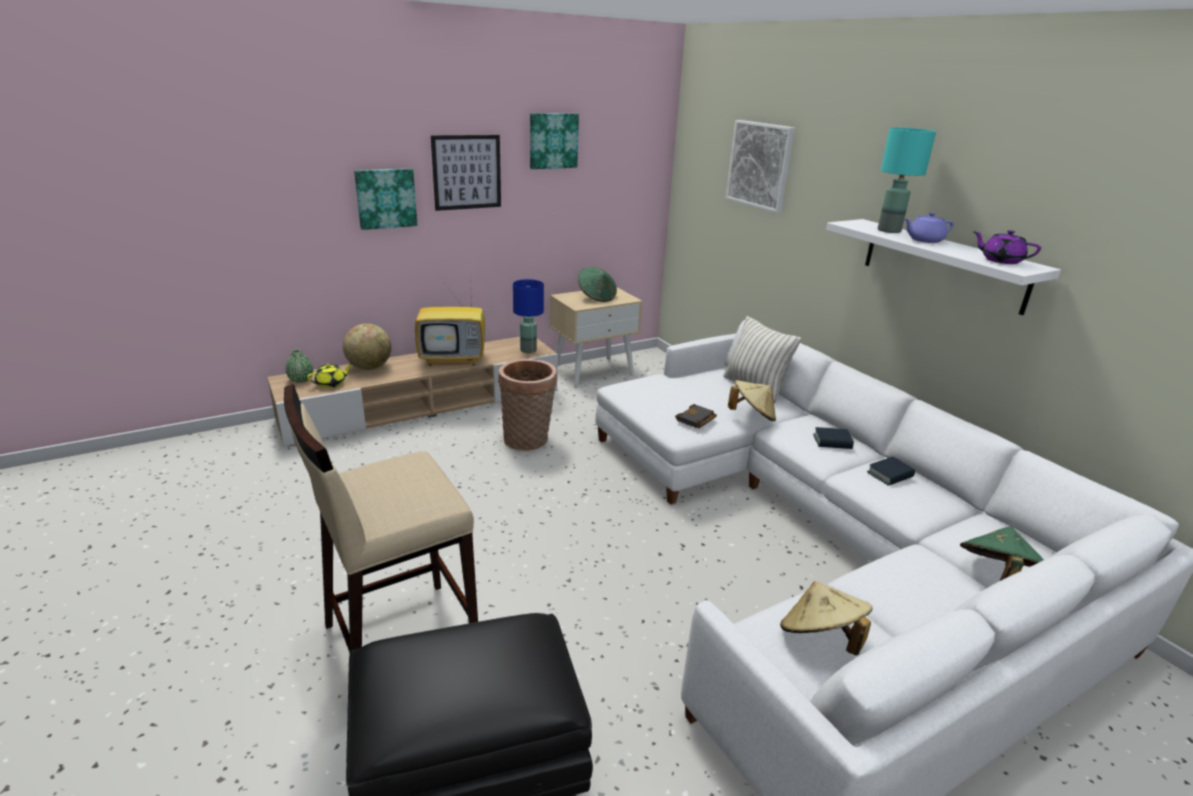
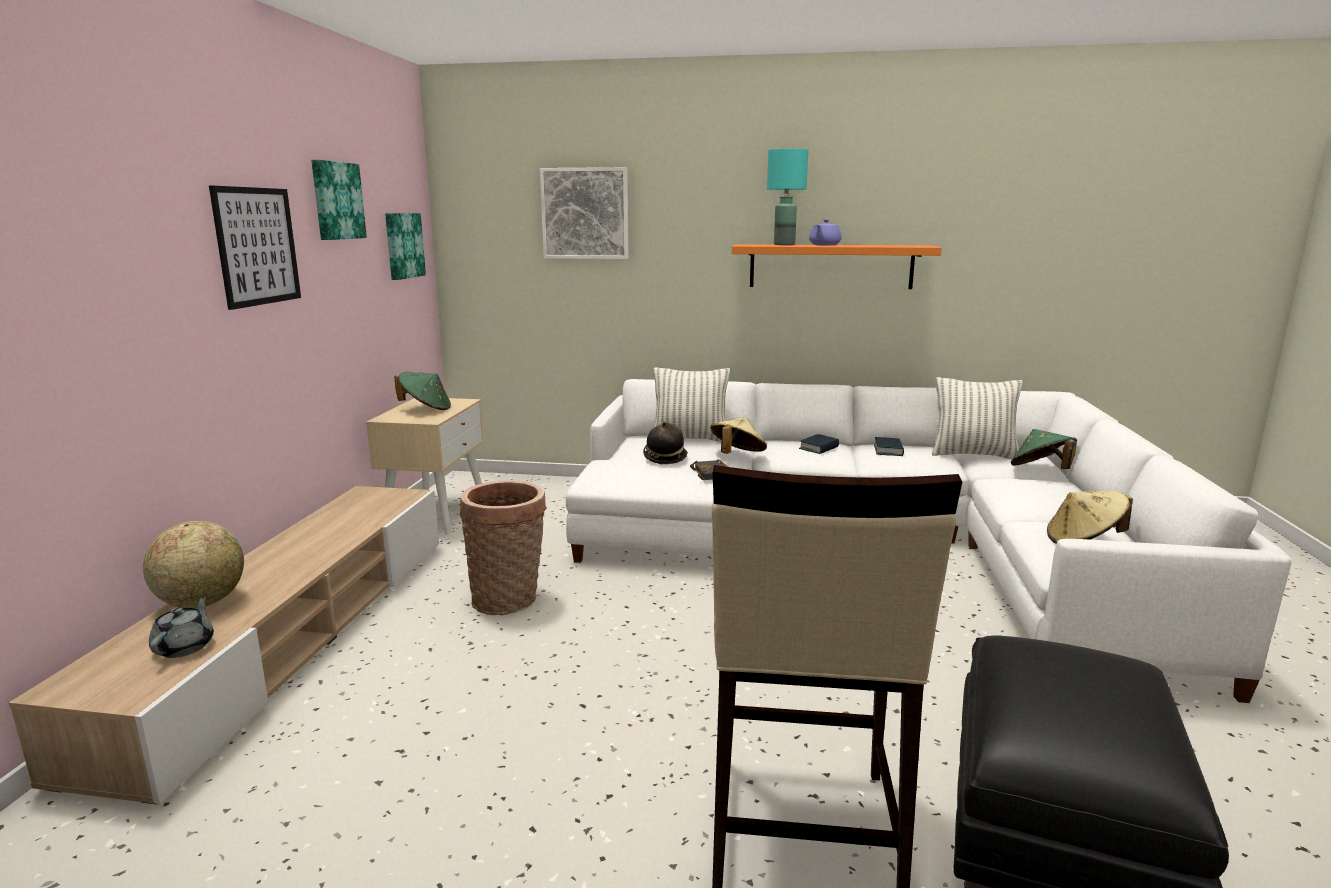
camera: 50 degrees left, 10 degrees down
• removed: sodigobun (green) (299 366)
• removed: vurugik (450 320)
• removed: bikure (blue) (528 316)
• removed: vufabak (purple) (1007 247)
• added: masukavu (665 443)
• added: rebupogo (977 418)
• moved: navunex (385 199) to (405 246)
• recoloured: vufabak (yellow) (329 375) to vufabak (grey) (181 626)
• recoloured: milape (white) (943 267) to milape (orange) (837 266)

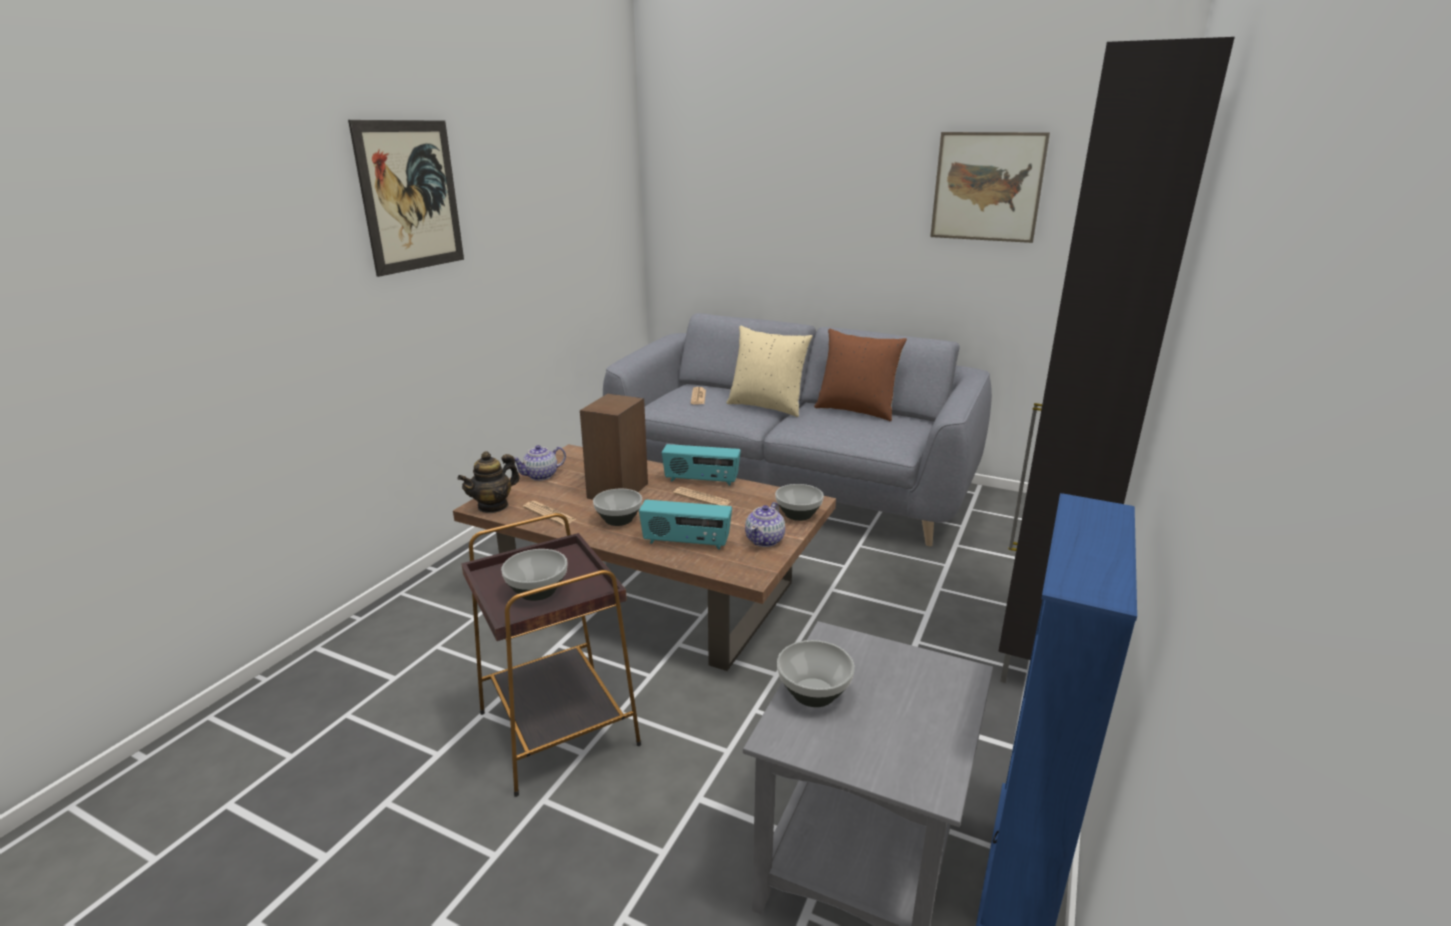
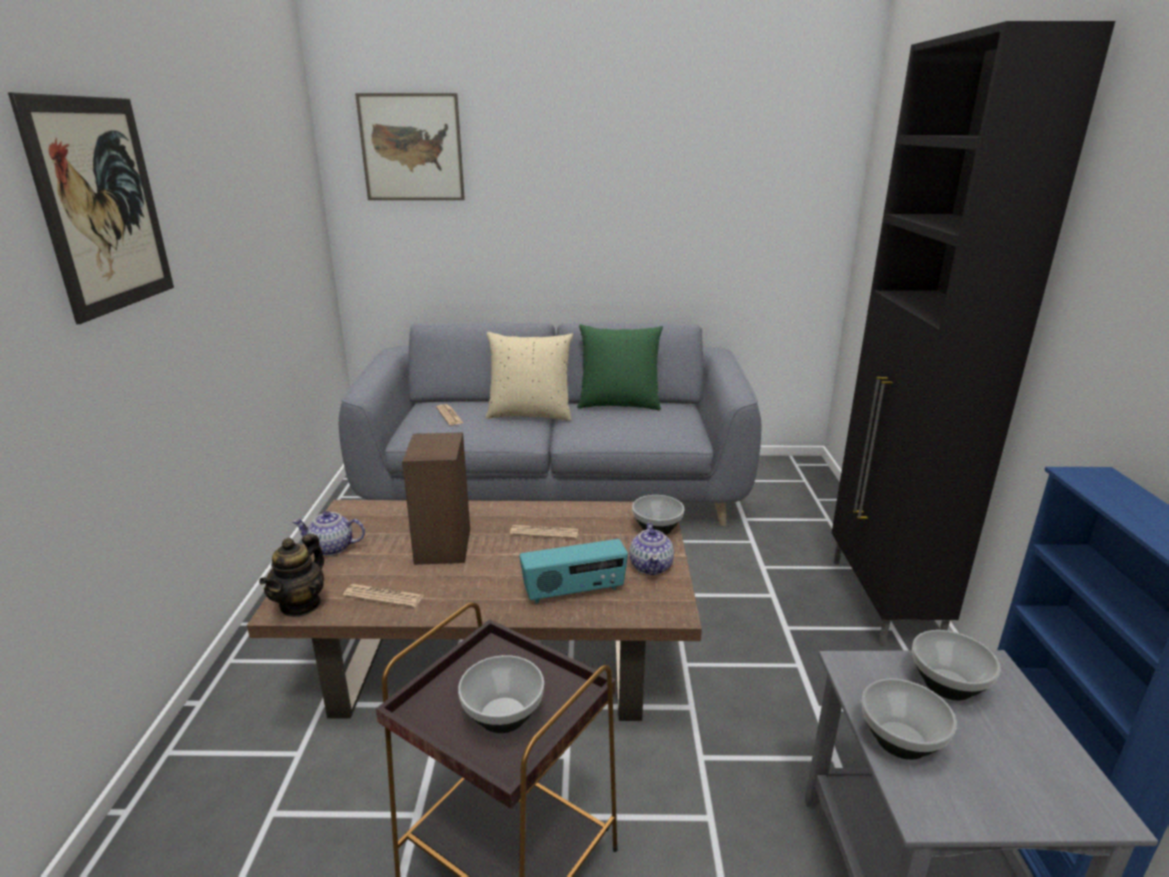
camera: 25 degrees left, 0 degrees up
• removed: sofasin (701 465)
• moved: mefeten (617 507) to (956 665)
• moved: navunex (990 187) to (410 146)
• recoloured: rebupogo (brown) (860 375) to rebupogo (green) (620 367)
• turned: vufabak (540 463) = (328 533) 60 degrees clockwise

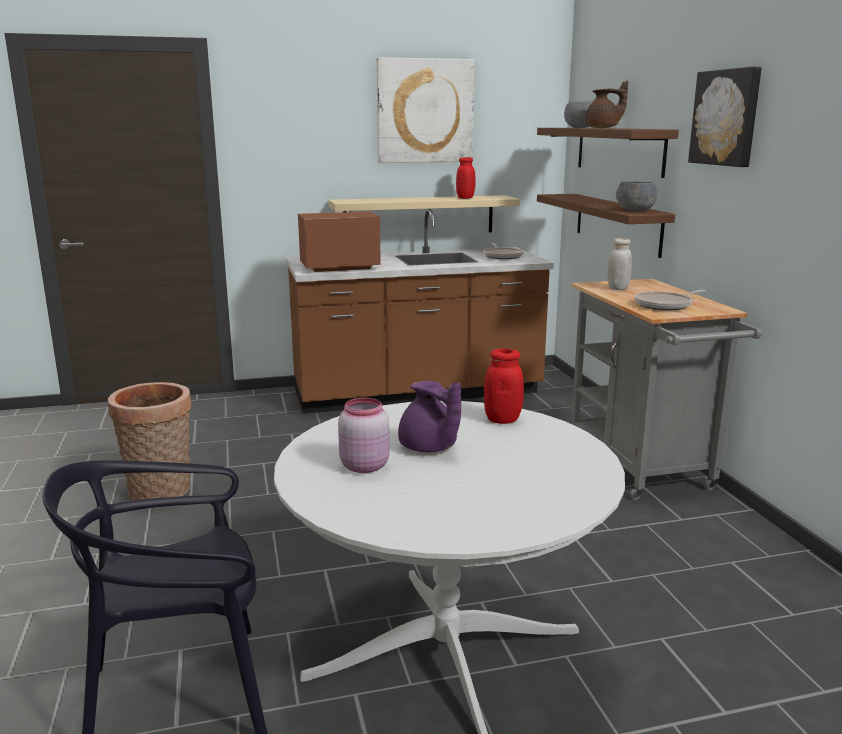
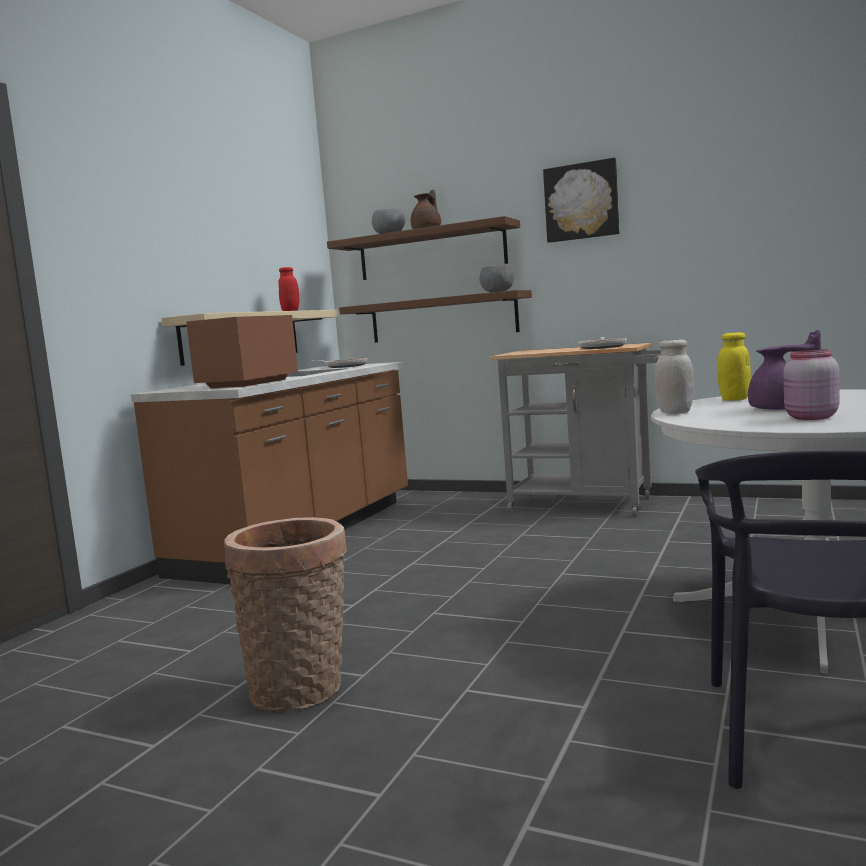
camera: 50 degrees left, 10 degrees down
• removed: navunex (425 110)
• moved: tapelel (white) (619 264) to (674 376)
• recoloured: tapelel (red) (504 386) to tapelel (yellow) (734 366)

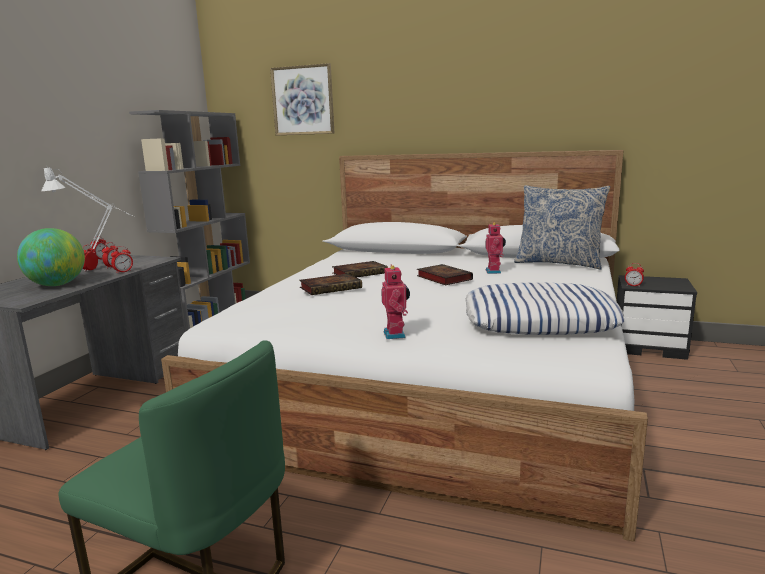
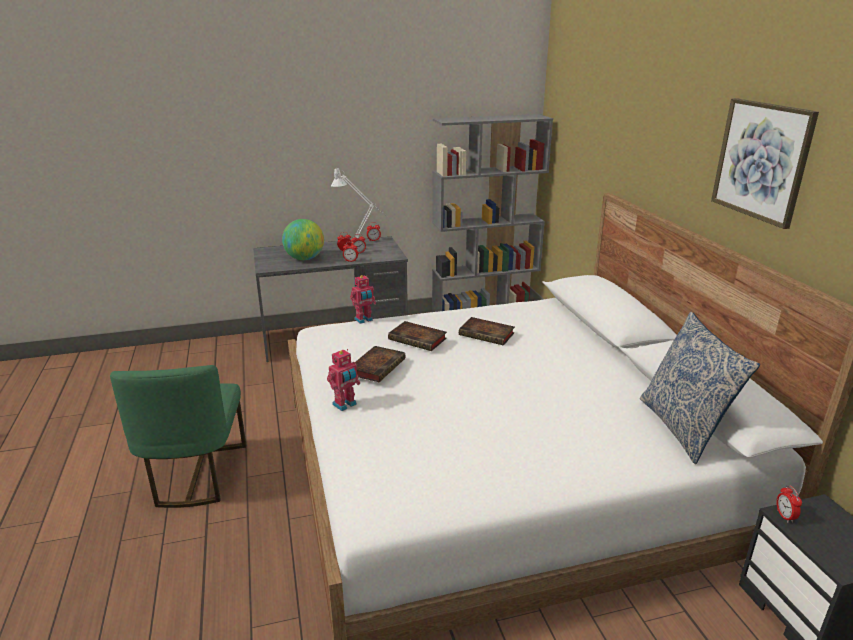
camera: 55 degrees right, 10 degrees up
• removed: rebupogo (545 309)
• moved: navunex (302 99) to (765 163)
• moved: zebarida (445 274) to (380 364)
• moved: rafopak (496 248) to (363 299)

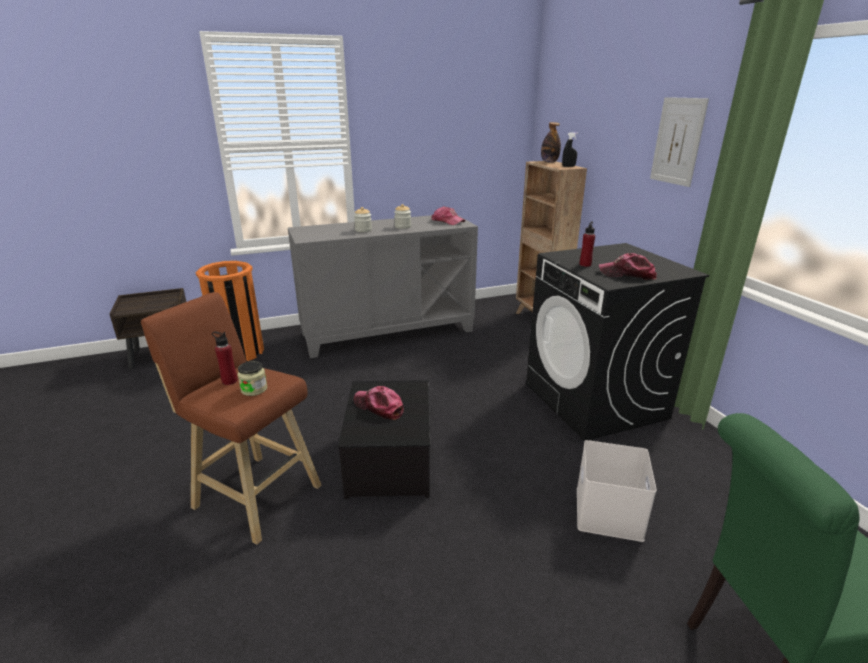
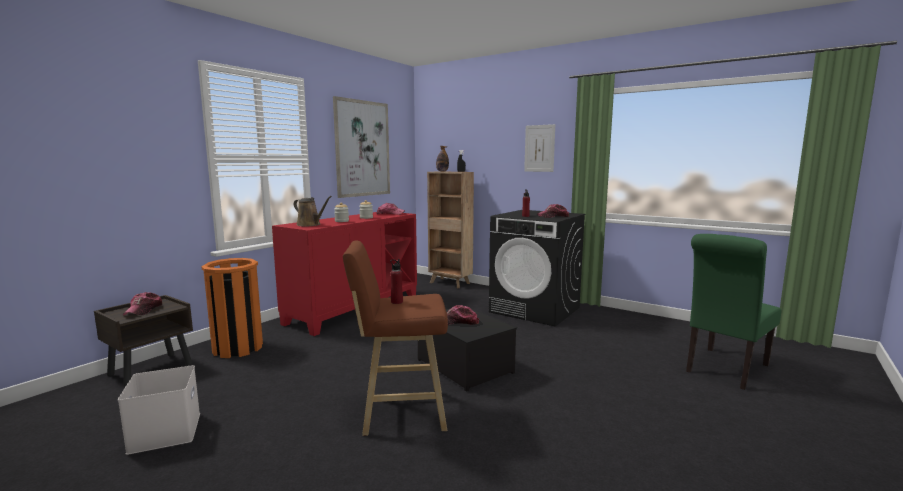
camera: 35 degrees left, 15 degrees down
• removed: tapelel (252 378)
• added: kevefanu (143 303)
• added: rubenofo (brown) (313 211)
• added: navunex (361 147)
• moved: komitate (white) (617 491) to (159 410)
• recoloured: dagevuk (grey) (383 286) to dagevuk (red) (344 274)

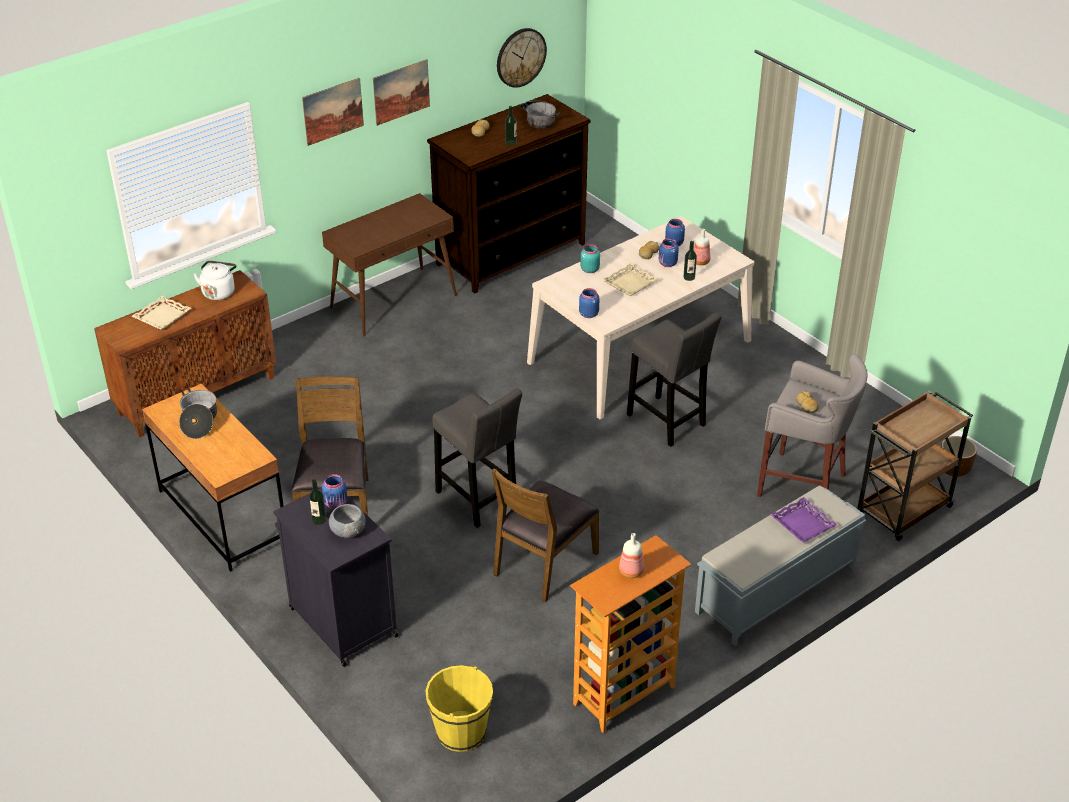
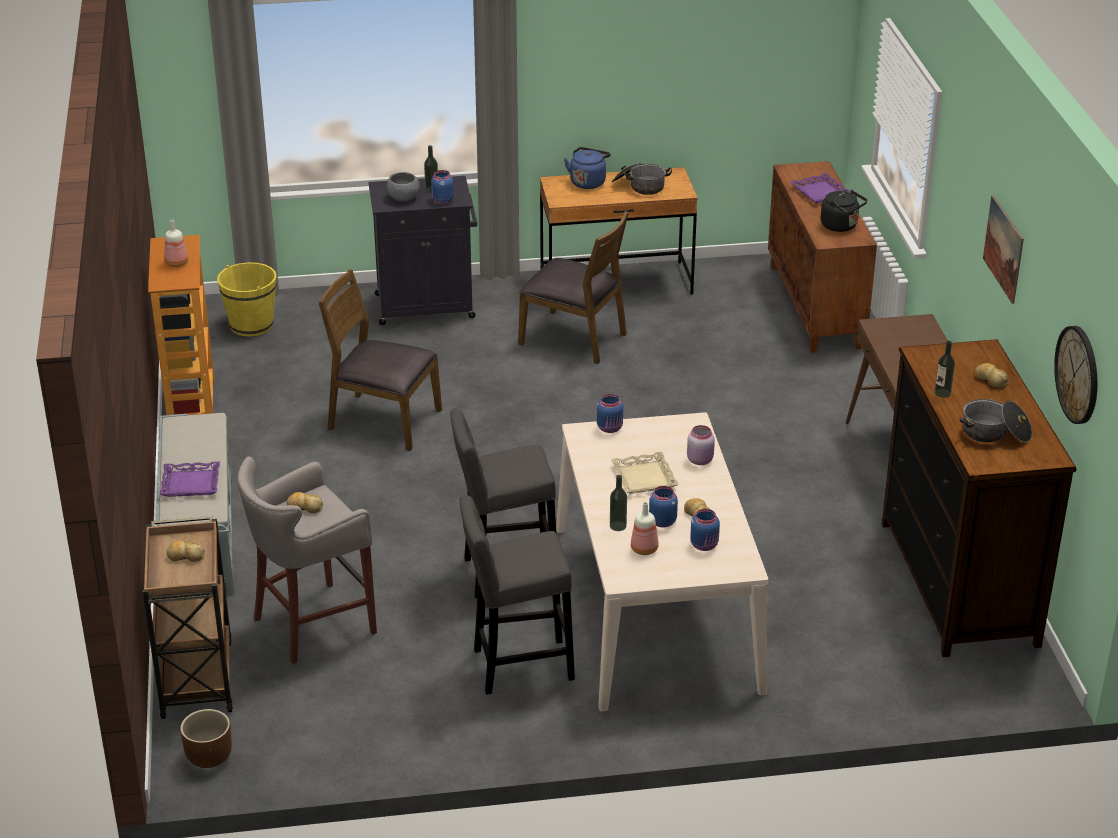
camera: 120 degrees right, 5 degrees down
• removed: navunex (333 112)
• added: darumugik (185 551)
• added: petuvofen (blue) (587 168)
• moved: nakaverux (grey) (477 458) to (517 595)
• recoloured: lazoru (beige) (161 312) to lazoru (purple) (820 188)
• recoloured: petuvofen (white) (214 280) to petuvofen (black) (844 211)
• recoloured: tapelel (turquoise) (590 258) to tapelel (pink) (701 445)
• turned: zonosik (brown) (546 535) = (380 360) 45 degrees counterclockwise

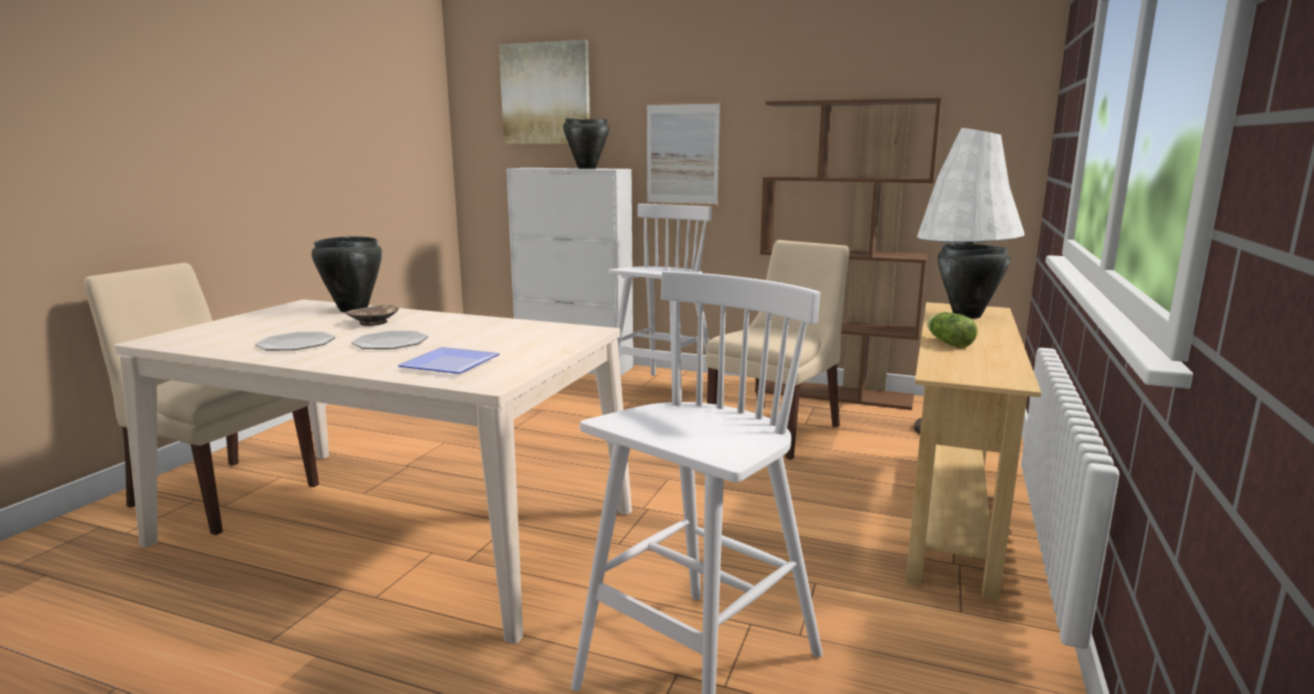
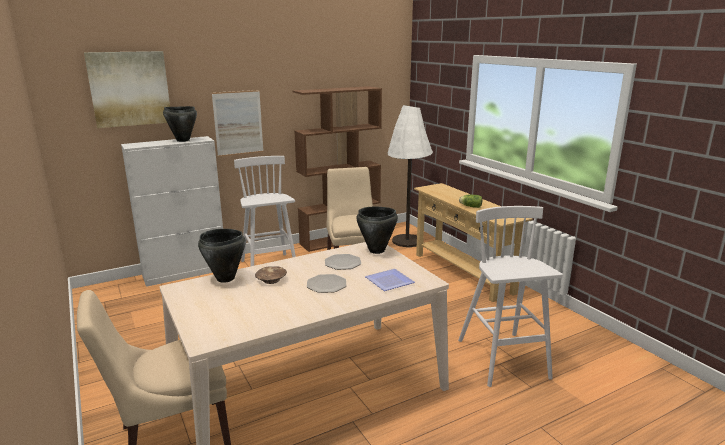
camera: 50 degrees left, 5 degrees up
• moved: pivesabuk (295 341) to (343 262)
• moved: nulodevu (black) (974 281) to (377 230)

